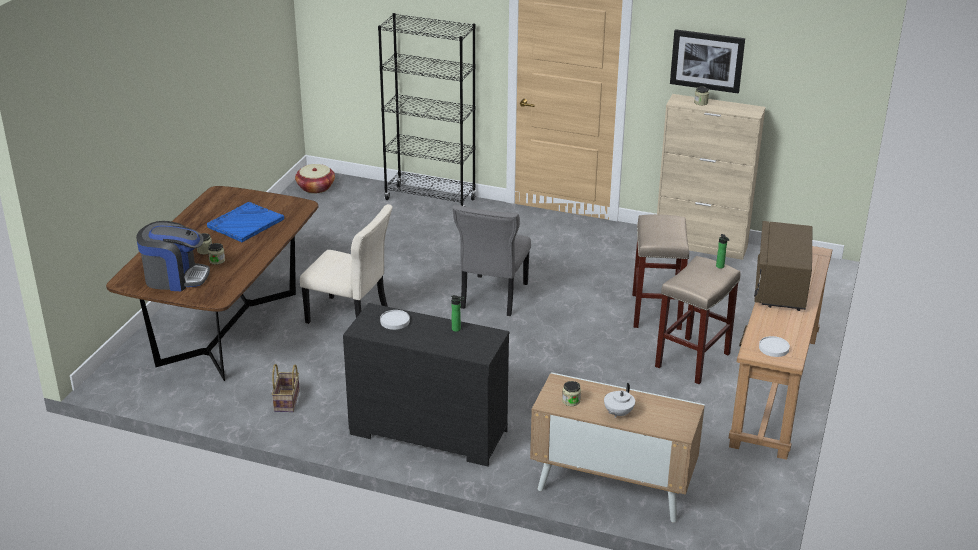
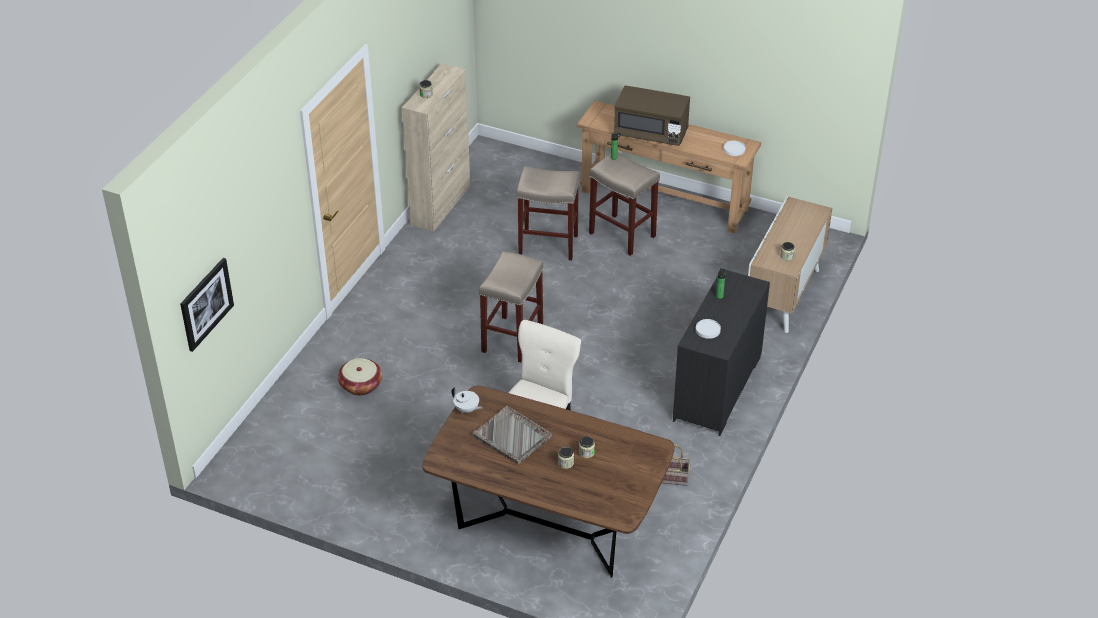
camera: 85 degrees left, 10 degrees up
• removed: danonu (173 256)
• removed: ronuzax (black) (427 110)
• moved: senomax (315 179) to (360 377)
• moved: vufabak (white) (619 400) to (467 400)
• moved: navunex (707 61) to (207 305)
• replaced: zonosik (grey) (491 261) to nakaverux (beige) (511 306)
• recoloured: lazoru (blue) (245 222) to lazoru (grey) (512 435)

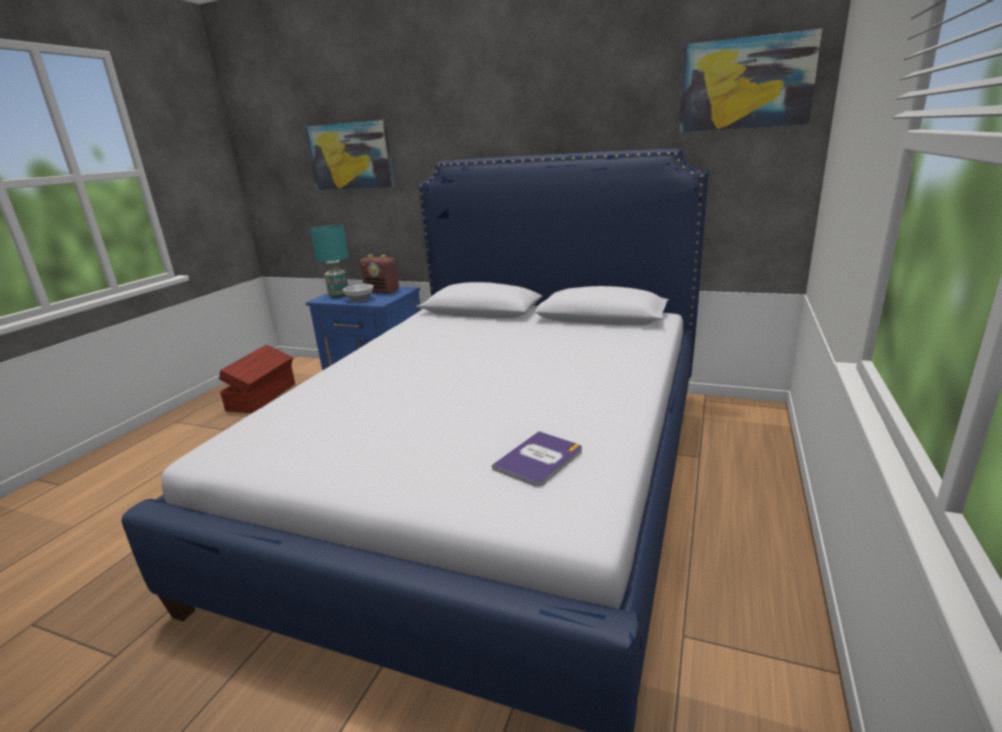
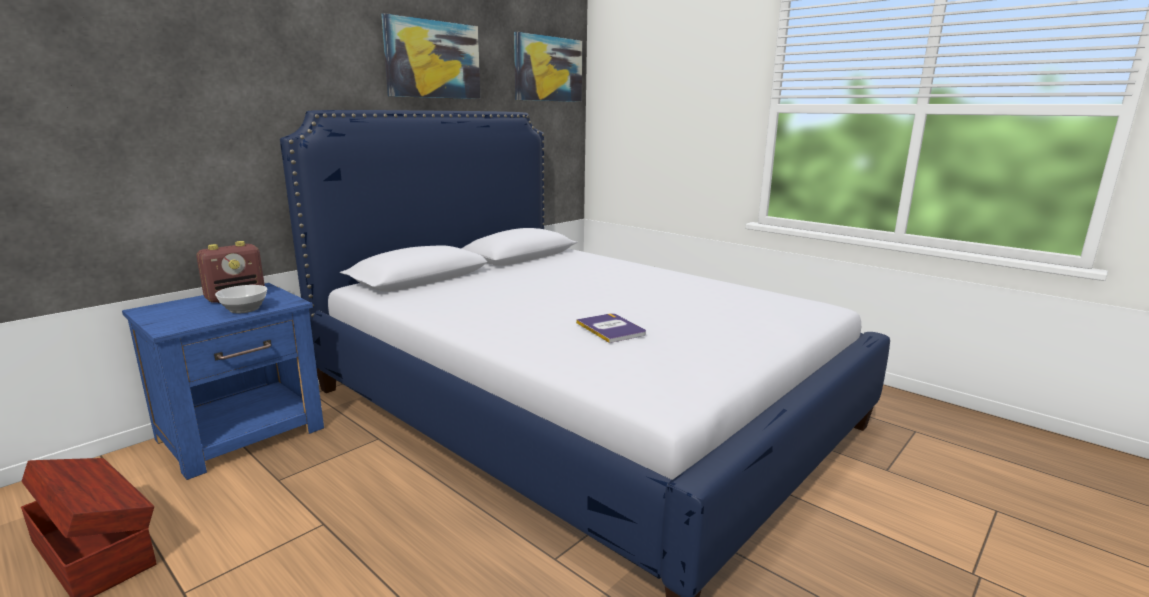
camera: 70 degrees left, 5 degrees down
• removed: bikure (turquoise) (329 261)
• moved: navunex (349 155) to (430 56)
• moved: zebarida (537 459) to (611 328)

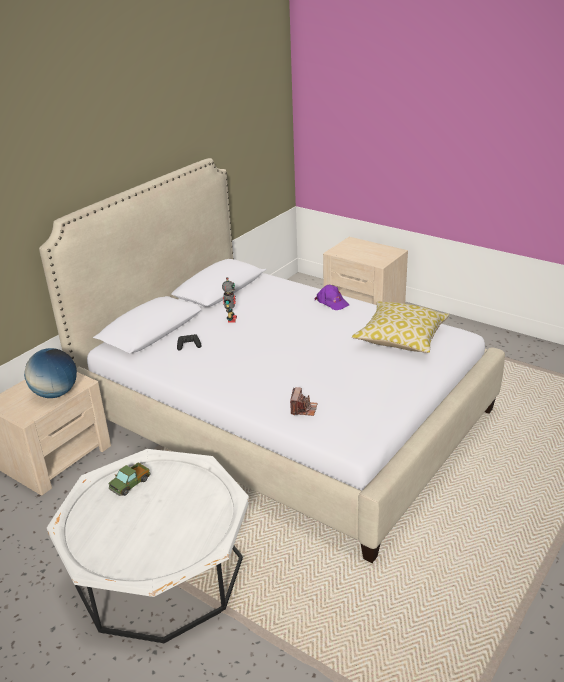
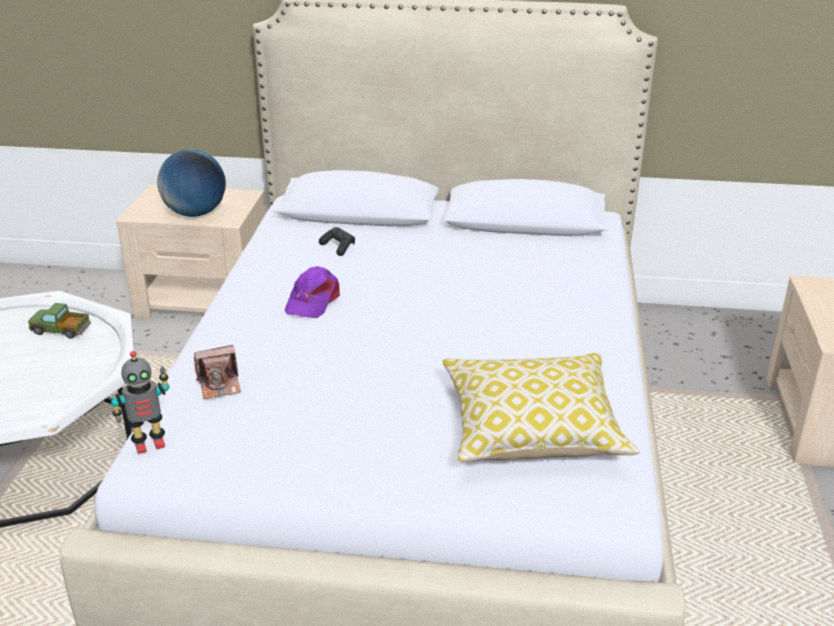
camera: 60 degrees right, 0 degrees up
• moved: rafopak (229 300) to (140 402)
• moved: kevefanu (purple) (332 297) to (312 292)

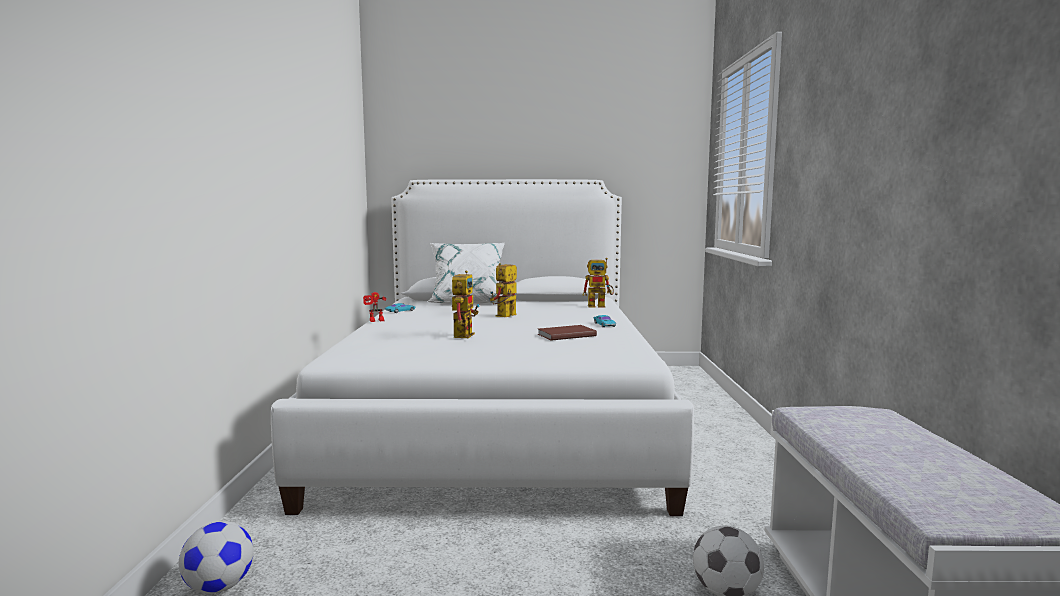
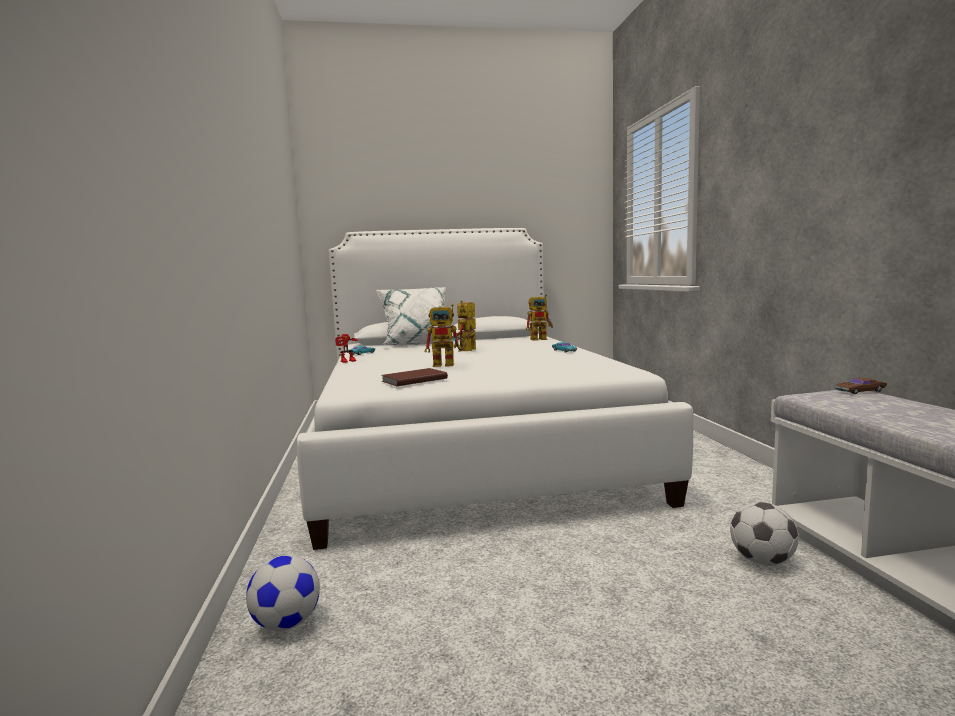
camera: 10 degrees left, 0 degrees up
• added: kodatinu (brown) (861 386)
• moved: zebarida (brown) (567 333) to (415 377)
• turned: rafopak (466 304) = (445 335) 90 degrees clockwise

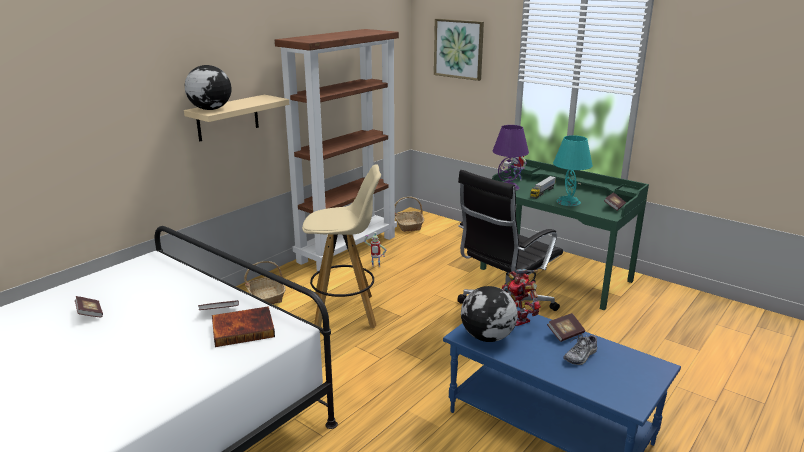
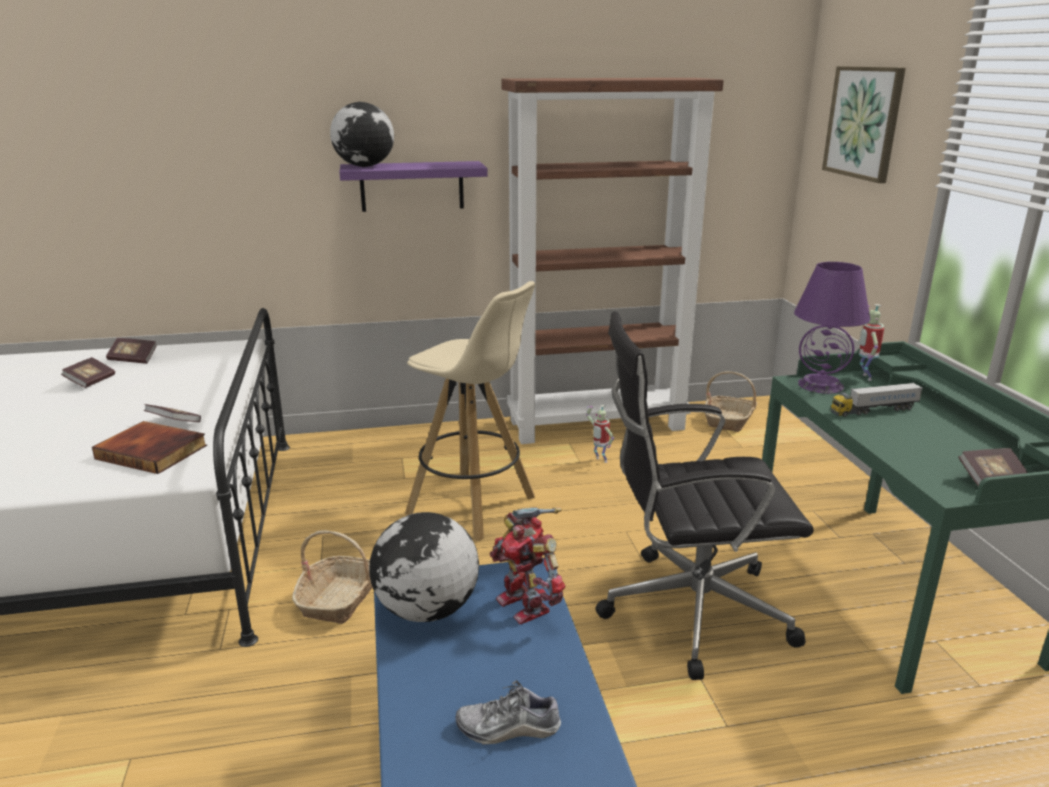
camera: 40 degrees right, 0 degrees up
• removed: bikure (turquoise) (573 170)
• moved: senomax (265 282) to (332 577)
• moved: zebarida (566 327) to (131 351)
• recoloured: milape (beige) (236 118) to milape (purple) (413 186)
• turned: rafopak (521 297) = (528 565) 45 degrees counterclockwise

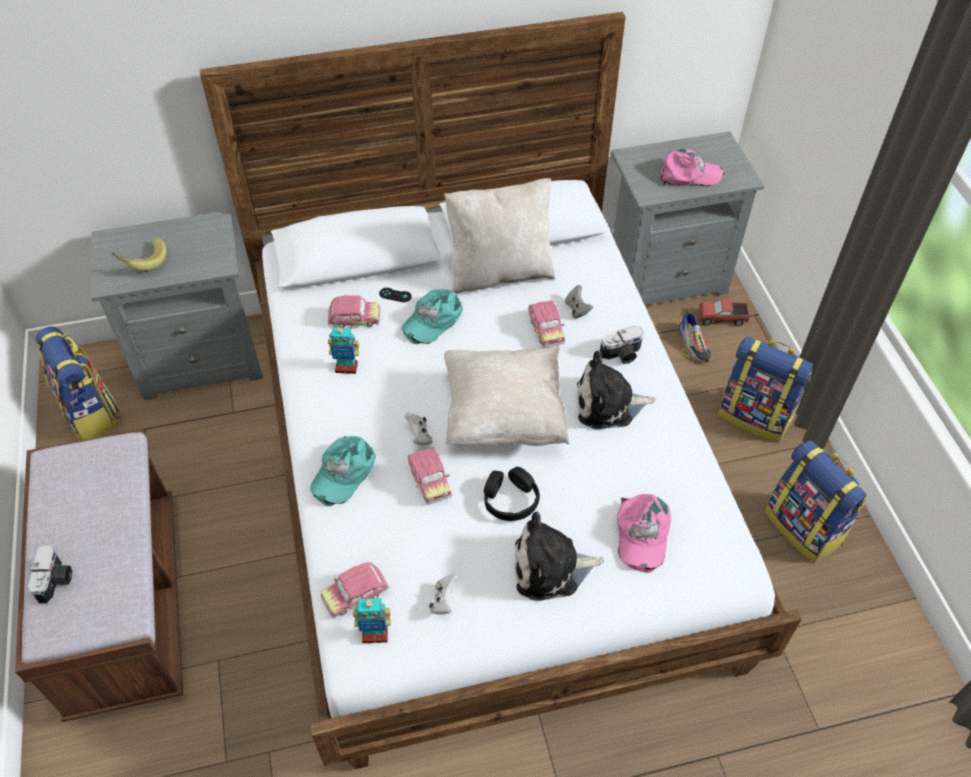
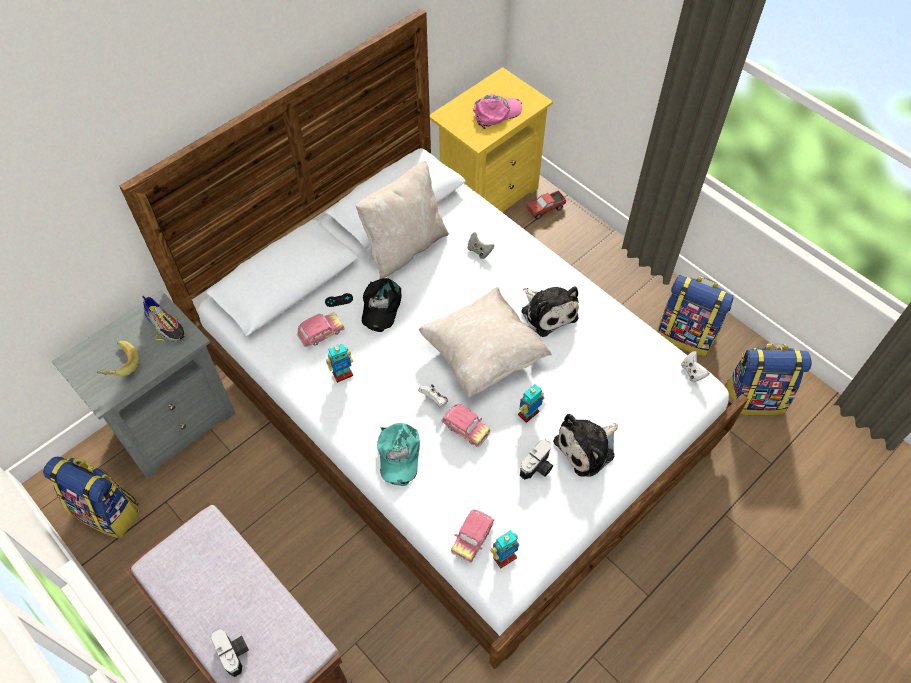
camera: 30 degrees left, 5 degrees up
• removed: kodatinu (546 324)
• removed: kevefanu (pink) (644 533)
• moved: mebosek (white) (444 594) to (695 366)
• moved: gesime (622 345) to (536 460)
• moved: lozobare (694 336) to (164 319)
• moved: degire (765 389) to (768 380)
• replaced: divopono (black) (512 494) to rafopak (531 403)
• recoloured: kevefanu (turquoise) (432 316) to kevefanu (black) (381 305)
• recoloured: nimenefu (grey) (687 218) to nimenefu (yellow) (491 139)
• turned: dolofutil (616 389) = (550 311) 90 degrees counterclockwise

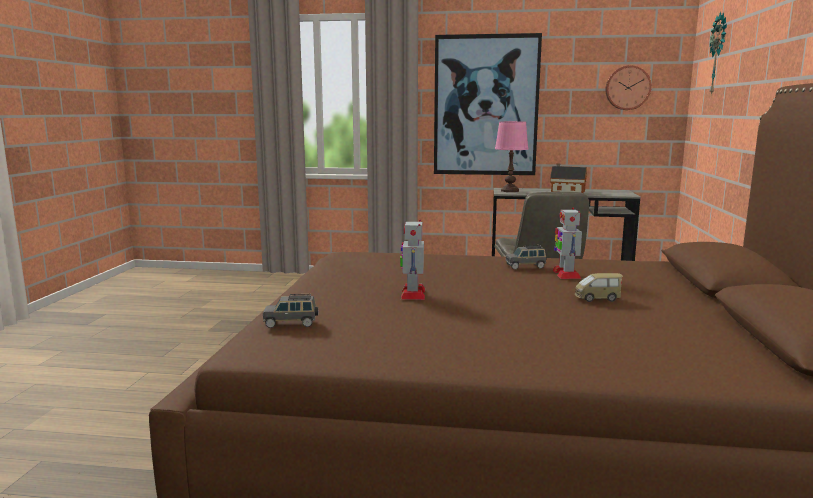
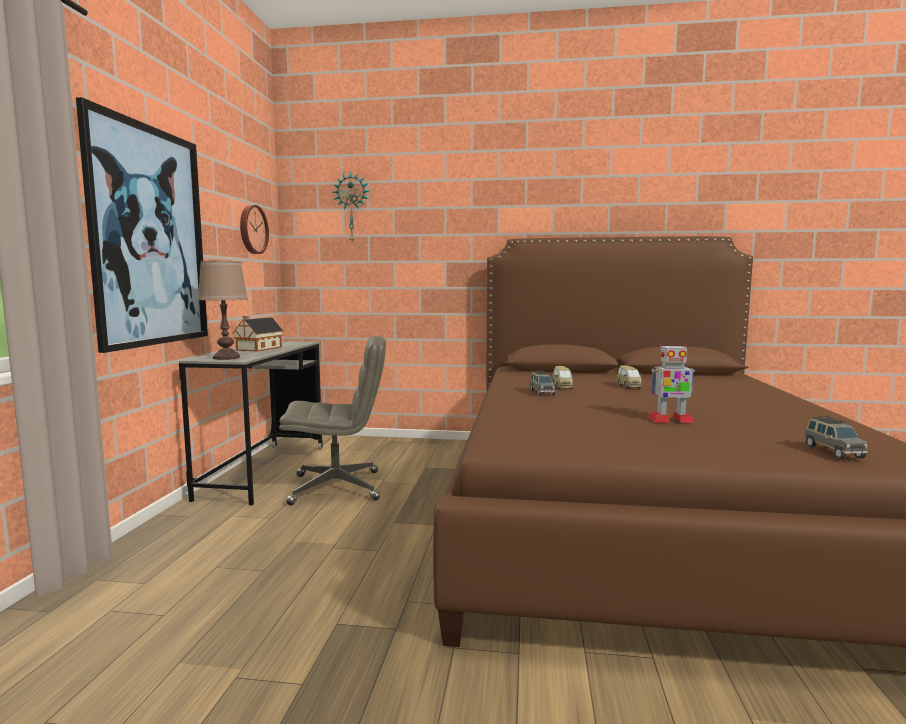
camera: 90 degrees left, 5 degrees down
• replaced: rafopak (567 243) to kodatinu (563 377)
• recoloured: bikure (pink) (511 156) to bikure (brown) (223 310)

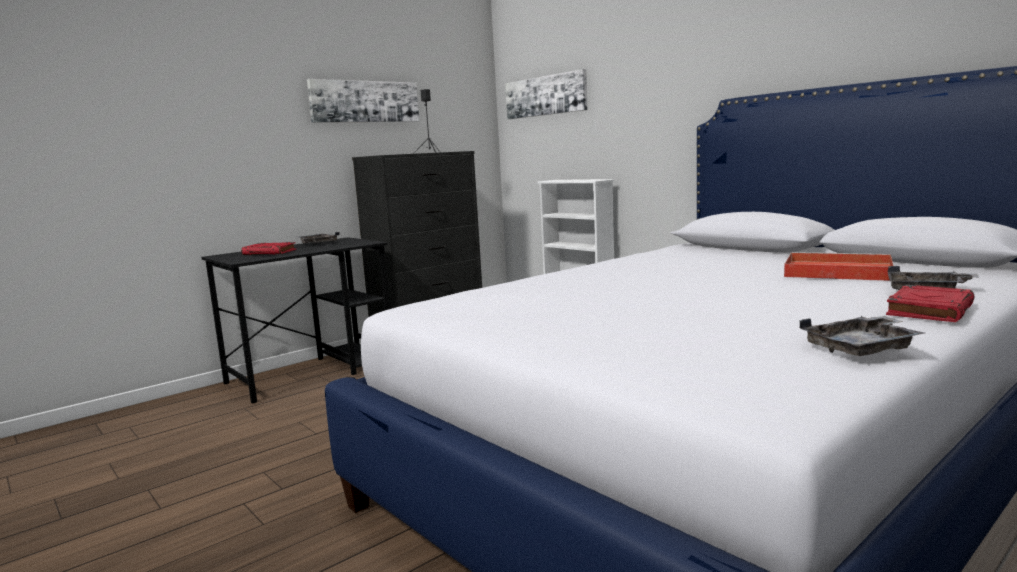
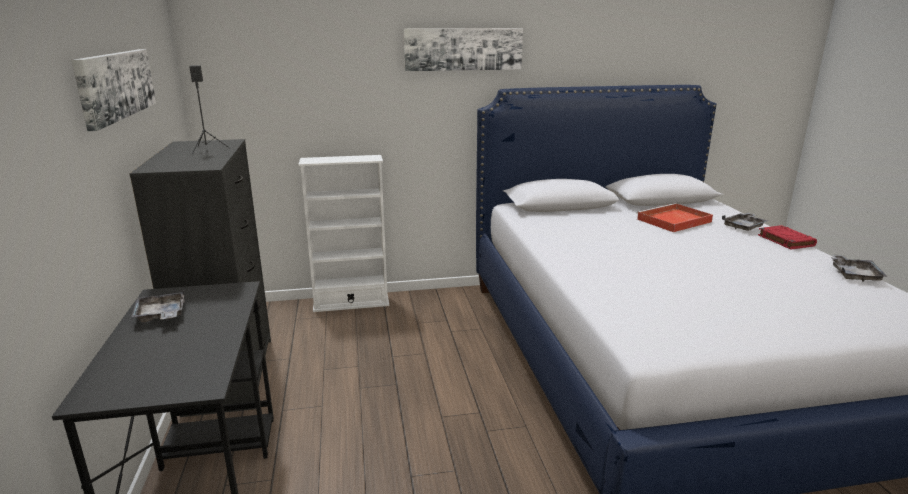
camera: 60 degrees left, 10 degrees up
• removed: zebarida (red) (268 248)
• moved: navunex (546 94) to (463 49)

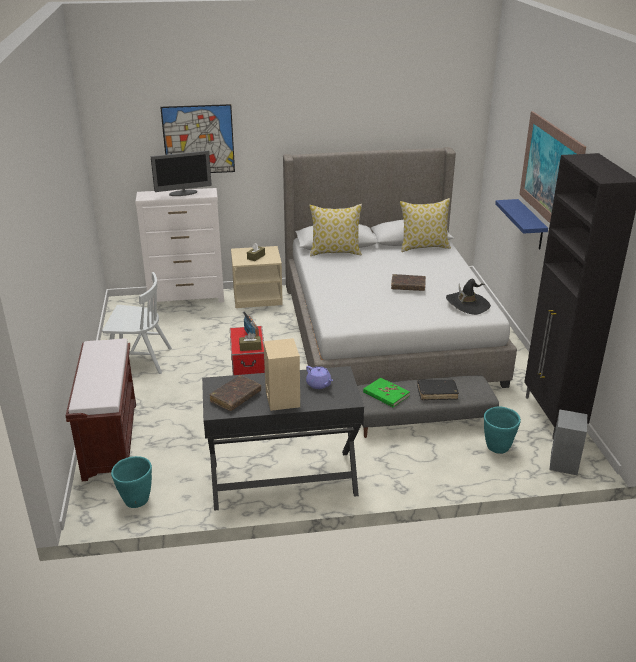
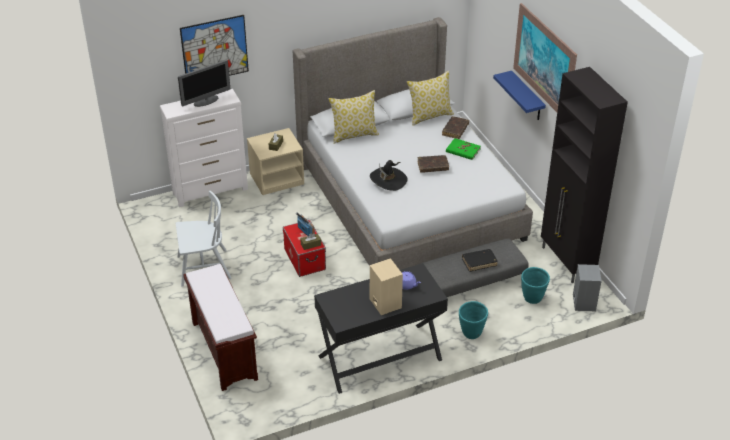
camera: 15 degrees left, 10 degrees up
• moved: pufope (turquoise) (131 482) to (473 320)
• moved: zebarida (brown) (235 393) to (455 127)
• moved: zebarida (green) (386 392) to (463 149)
• moved: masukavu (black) (468 297) to (389 175)

